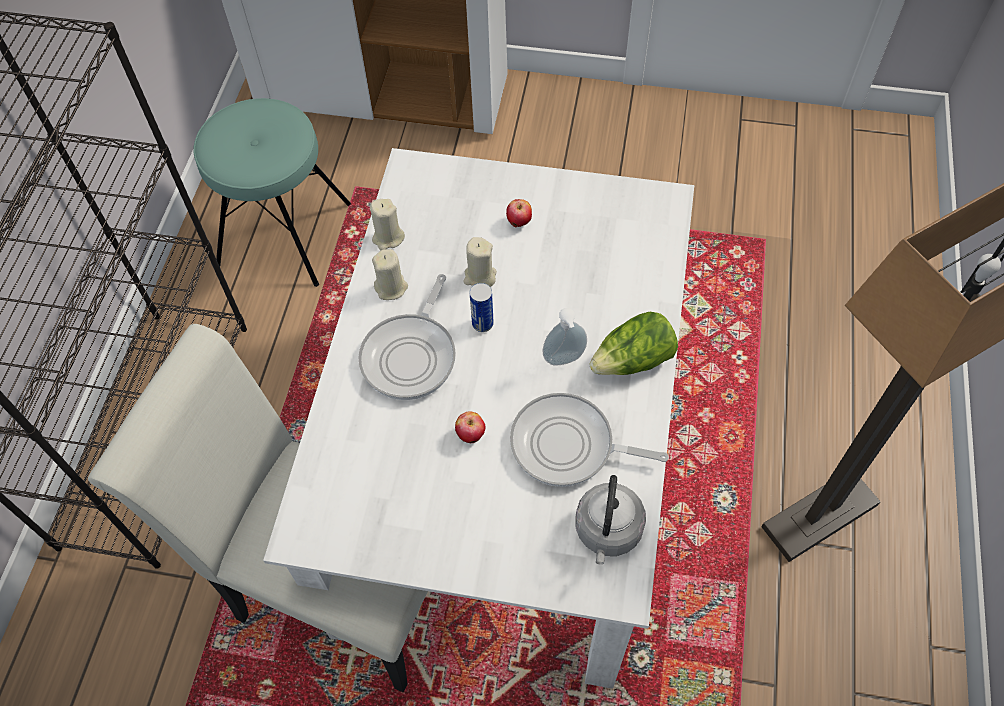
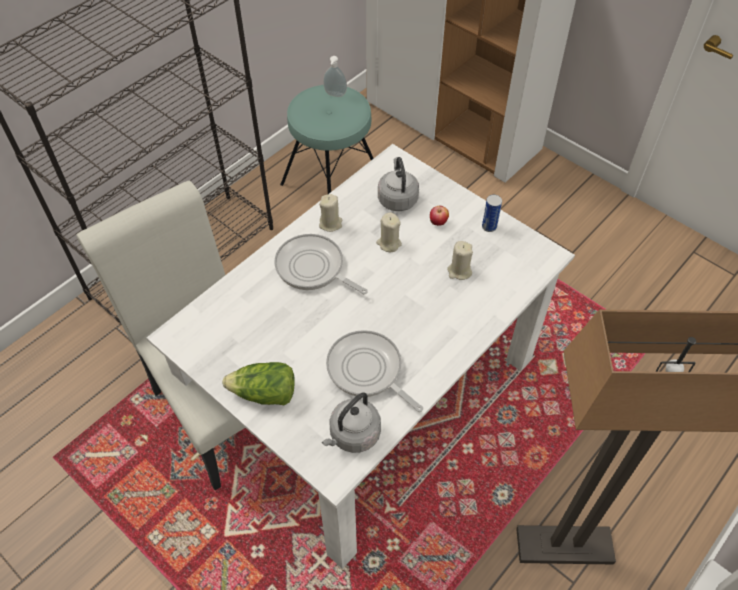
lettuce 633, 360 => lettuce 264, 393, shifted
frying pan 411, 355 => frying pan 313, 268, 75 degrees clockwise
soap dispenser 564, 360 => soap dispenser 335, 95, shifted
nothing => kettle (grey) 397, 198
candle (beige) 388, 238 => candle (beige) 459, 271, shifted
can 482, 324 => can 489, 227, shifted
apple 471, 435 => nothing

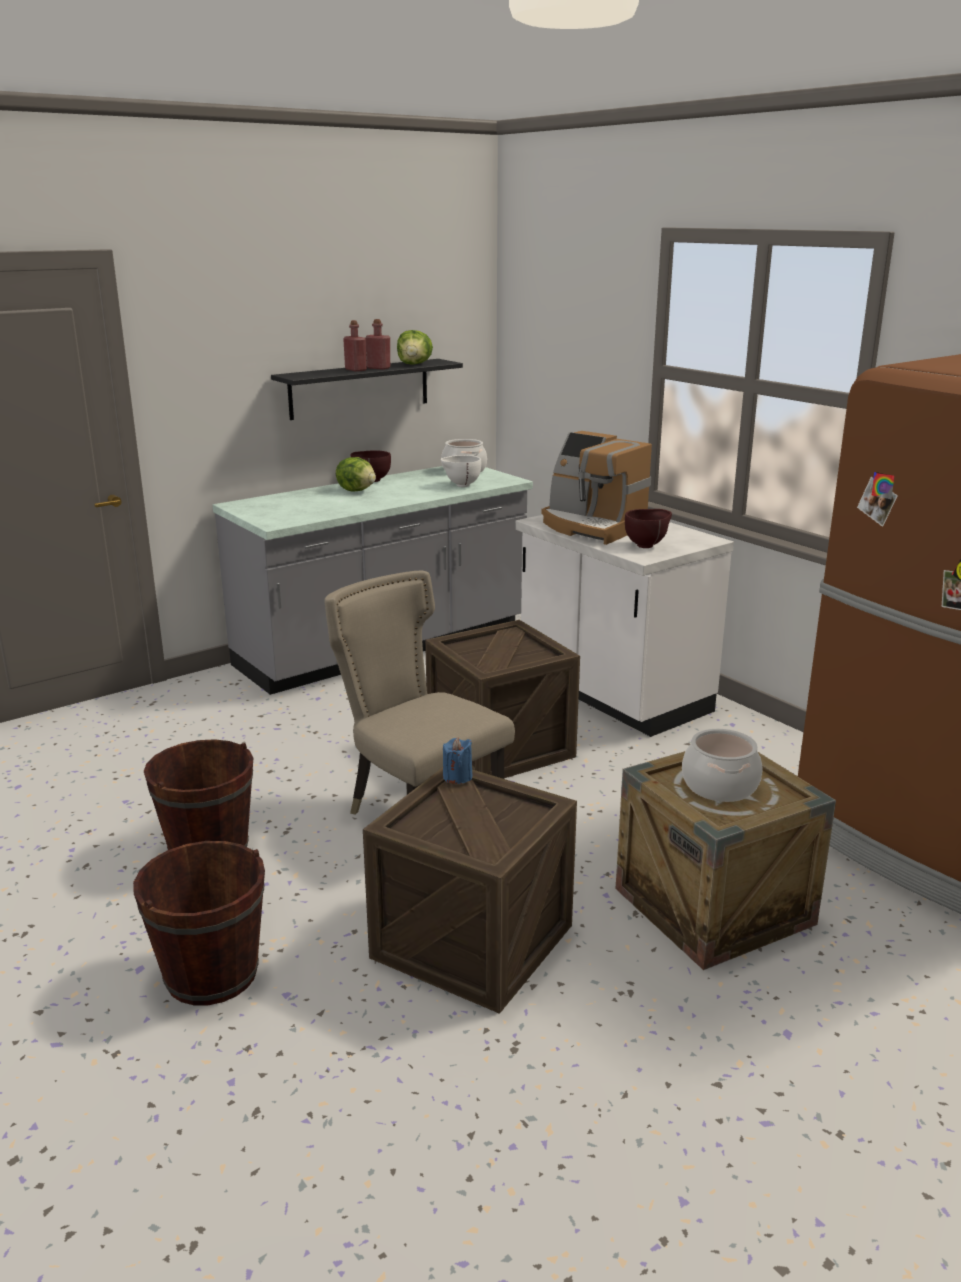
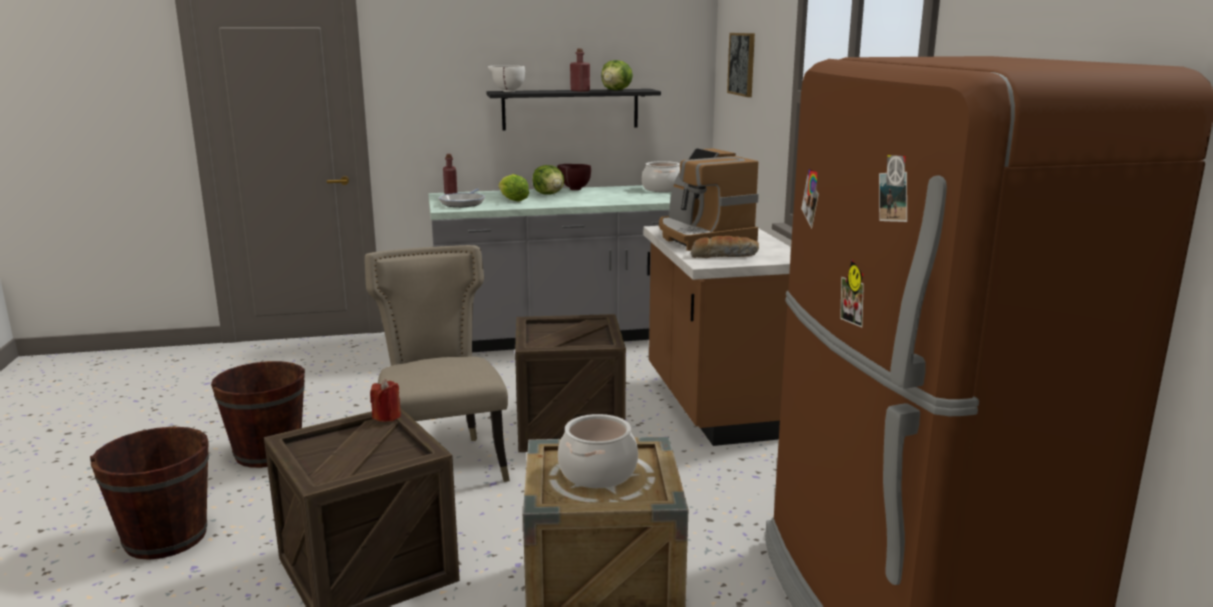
candle (blue) 457, 777 => candle (red) 387, 416
nothing => frying pan 463, 203
bottle (red) 356, 370 => bottle (red) 450, 194, shifted
bowl (white) 461, 485 => bowl (white) 507, 91, shifted
nothing => lettuce 512, 200
counter (white) 612, 696 => counter (brown) 716, 406
bowl (brown) 647, 545 => bread 724, 255
nothing => picture 742, 64

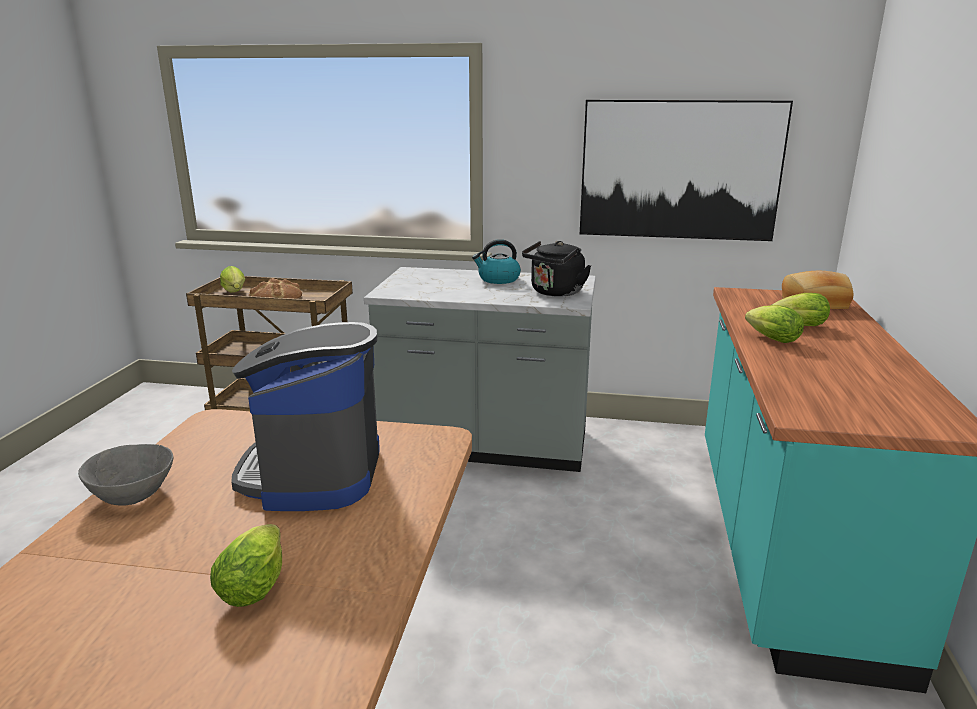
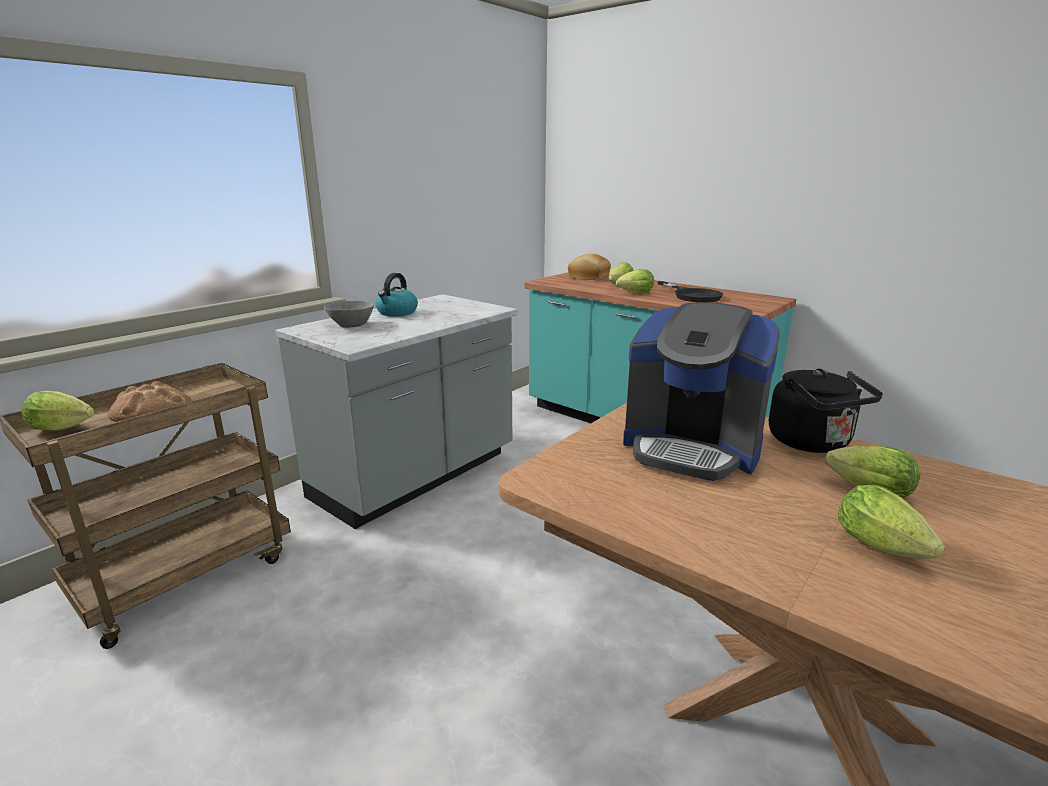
bowl (grey) 133, 495 => bowl (grey) 351, 325, shifted
nothing => frying pan (black) 692, 296
kettle (black) 555, 293 => kettle (black) 813, 443, shifted
nothing => lettuce 885, 549
picture 679, 170 => nothing

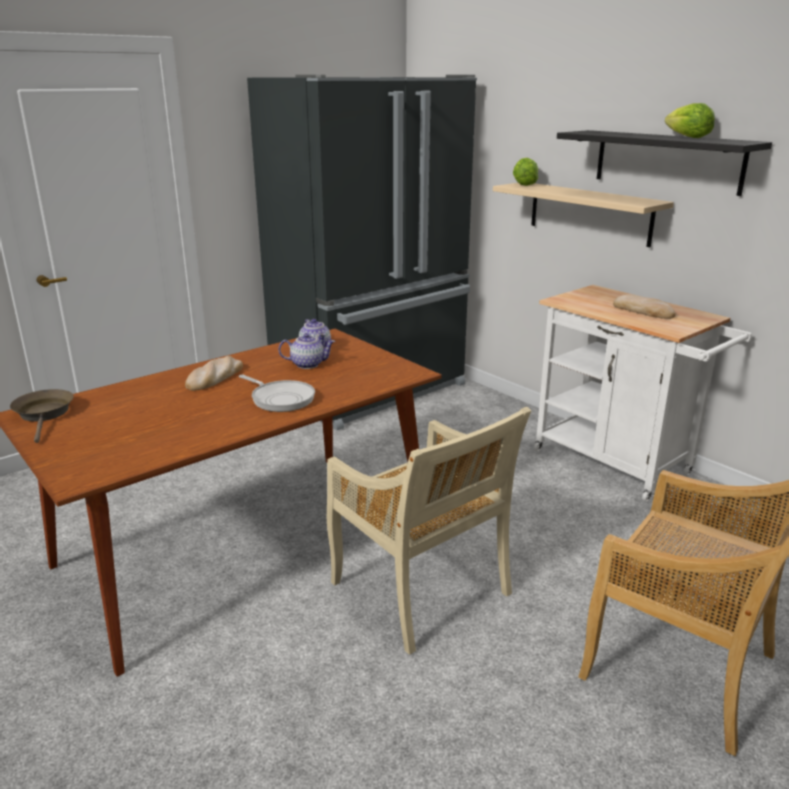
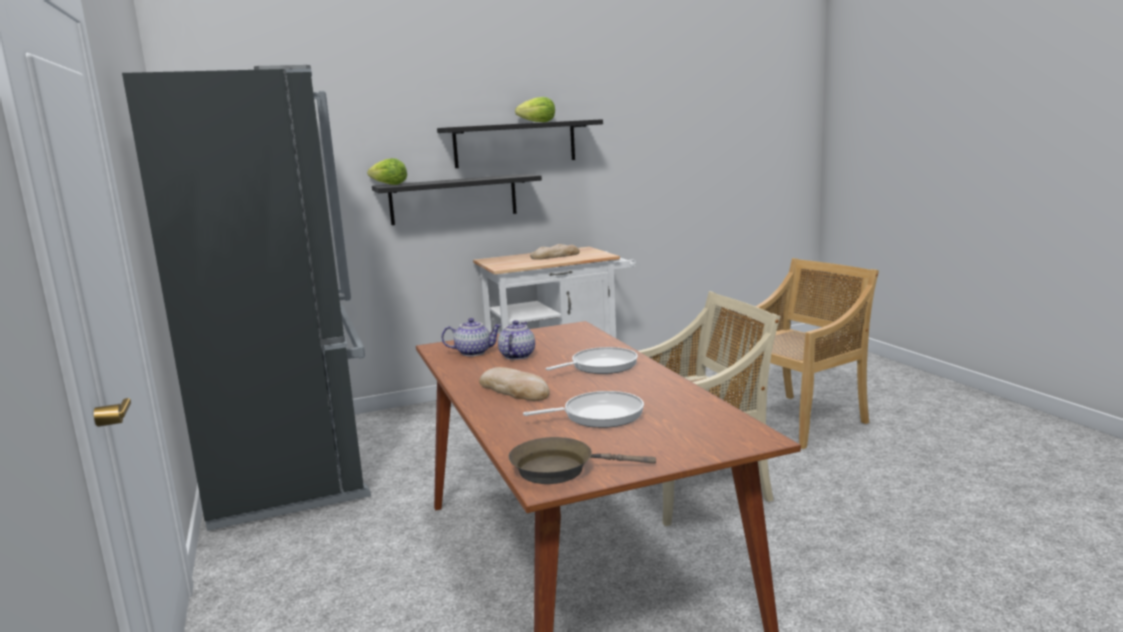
shelf (beige) 589, 213 => shelf (black) 453, 199
nothing => frying pan 598, 415

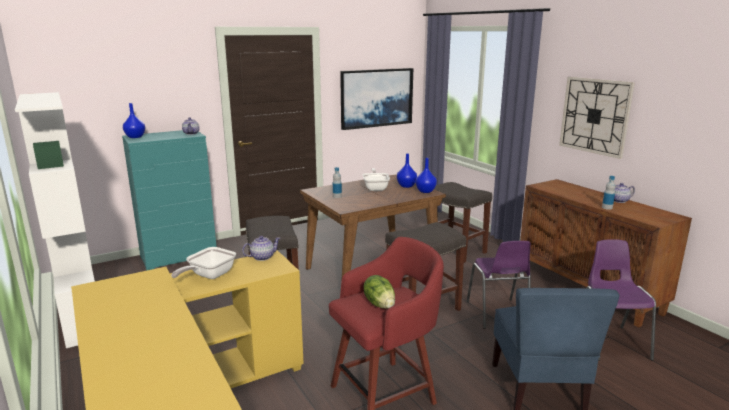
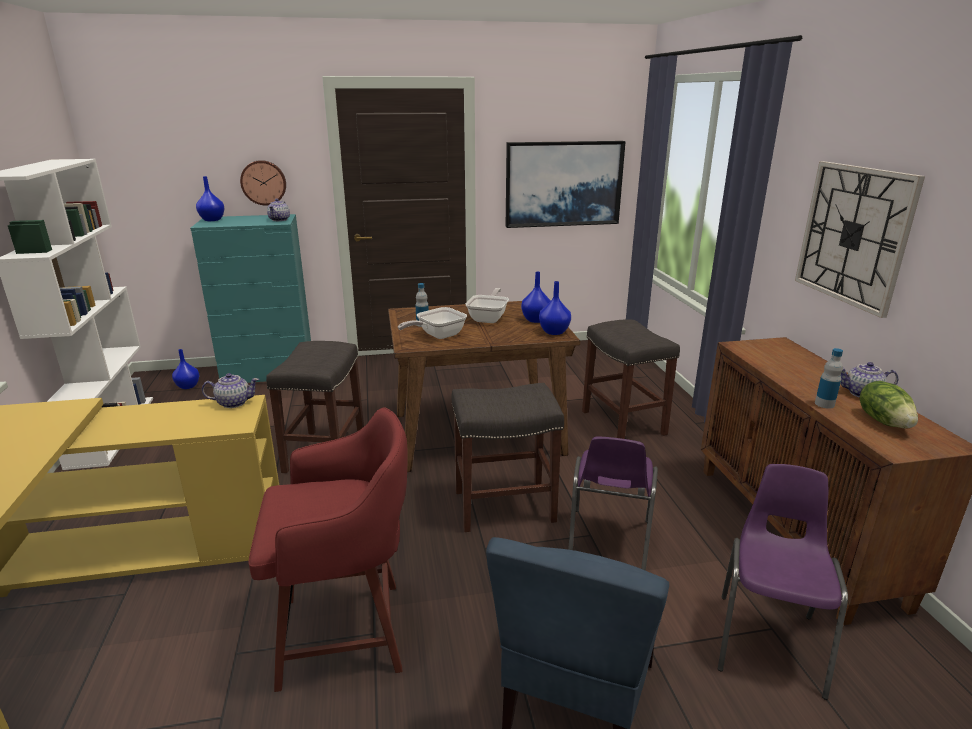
nothing => vase (blue) 188, 386
nothing => wall clock 263, 182
frying pan 208, 276 => frying pan 437, 336, shifted
lettuce 380, 304 => lettuce 884, 421, shifted

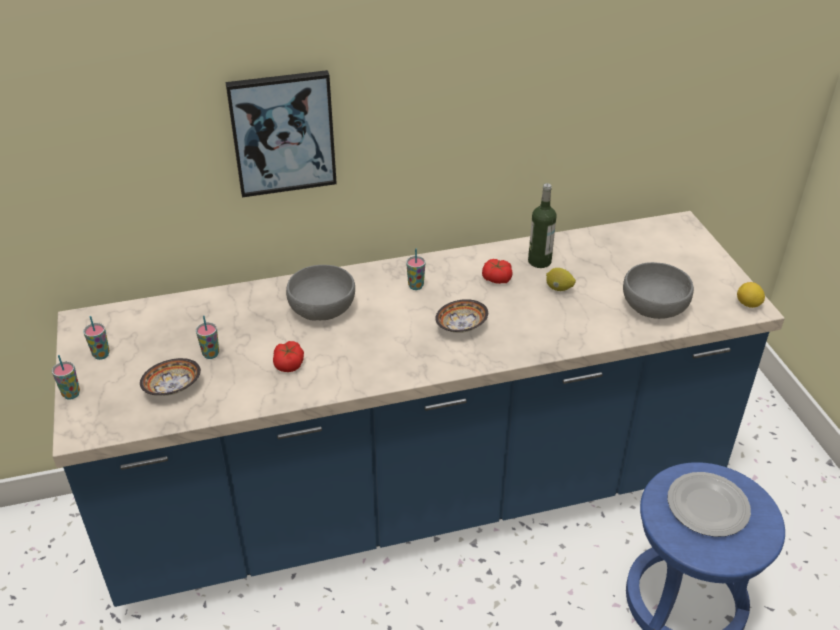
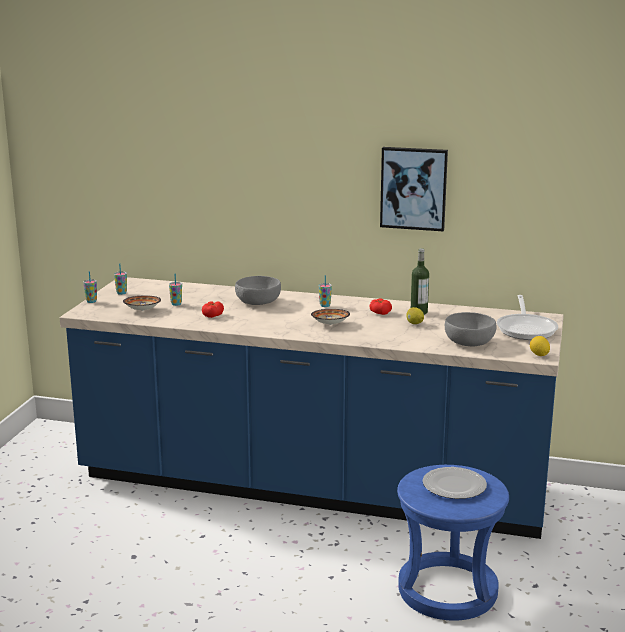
picture 282, 133 => picture 413, 188, shifted
nothing => frying pan 526, 329

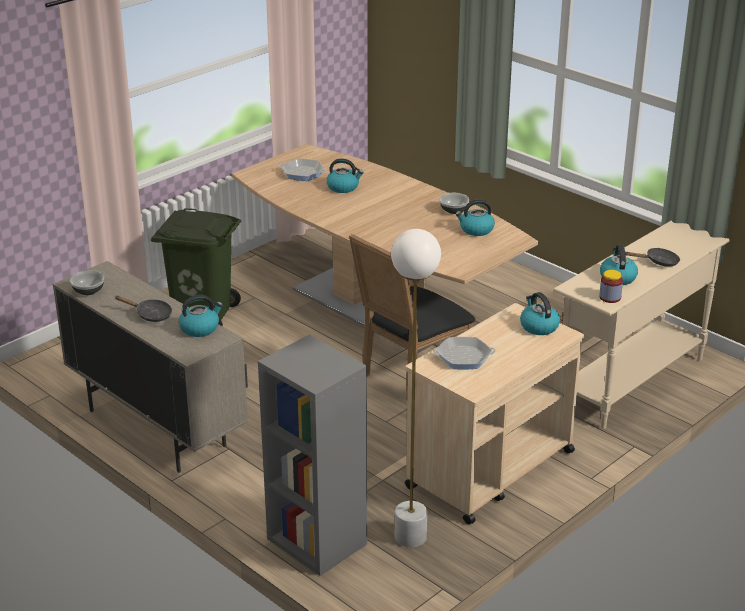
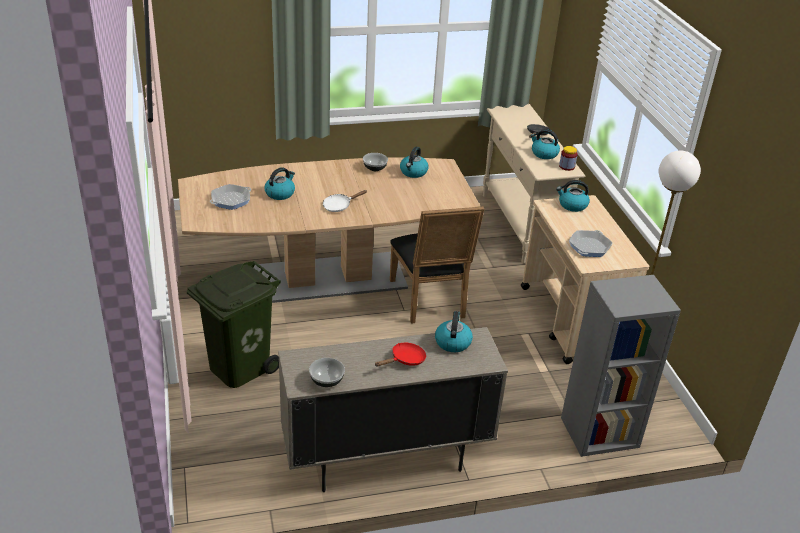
nothing => frying pan (white) 339, 206
frying pan (black) 150, 315 => frying pan (red) 405, 360

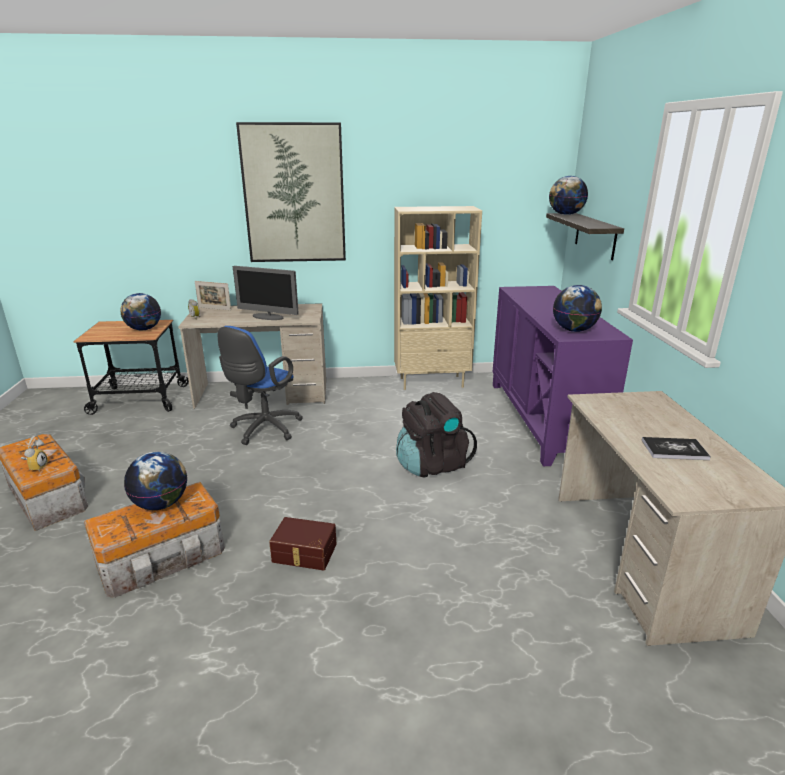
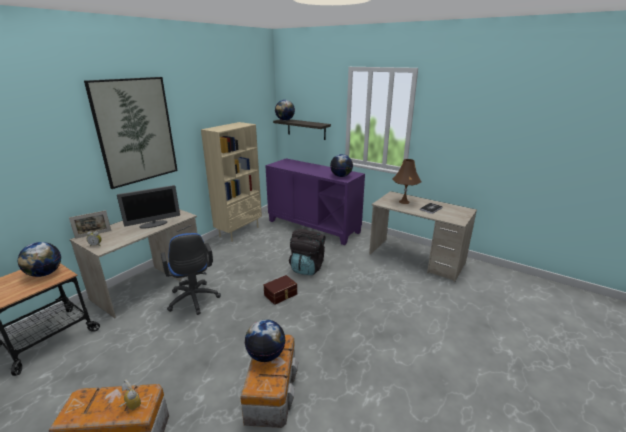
storage box (brown) 304, 554 => storage box (brown) 281, 294, shifted
nothing => table lamp (brown) 404, 202

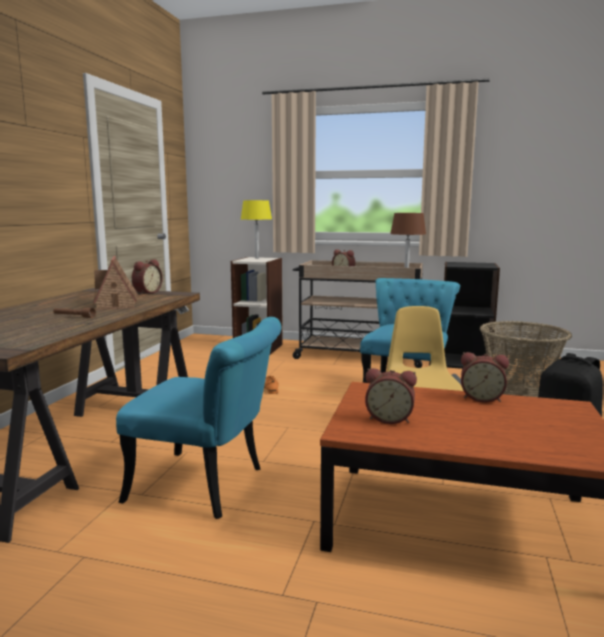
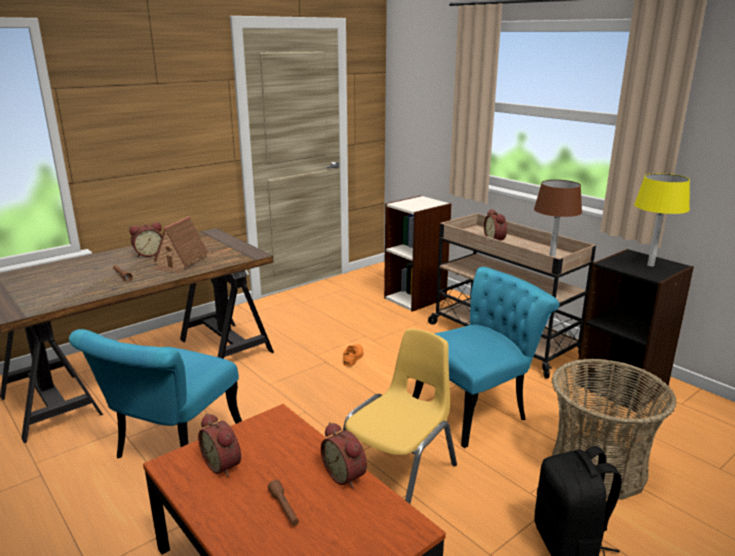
chair (turquoise) 209, 486 => chair (turquoise) 172, 450, 60 degrees clockwise
alarm clock 146, 292 => alarm clock 148, 254, shifted
nothing => flashlight (brown) 284, 508
table lamp (yellow) 257, 258 => table lamp (yellow) 650, 265, shifted

